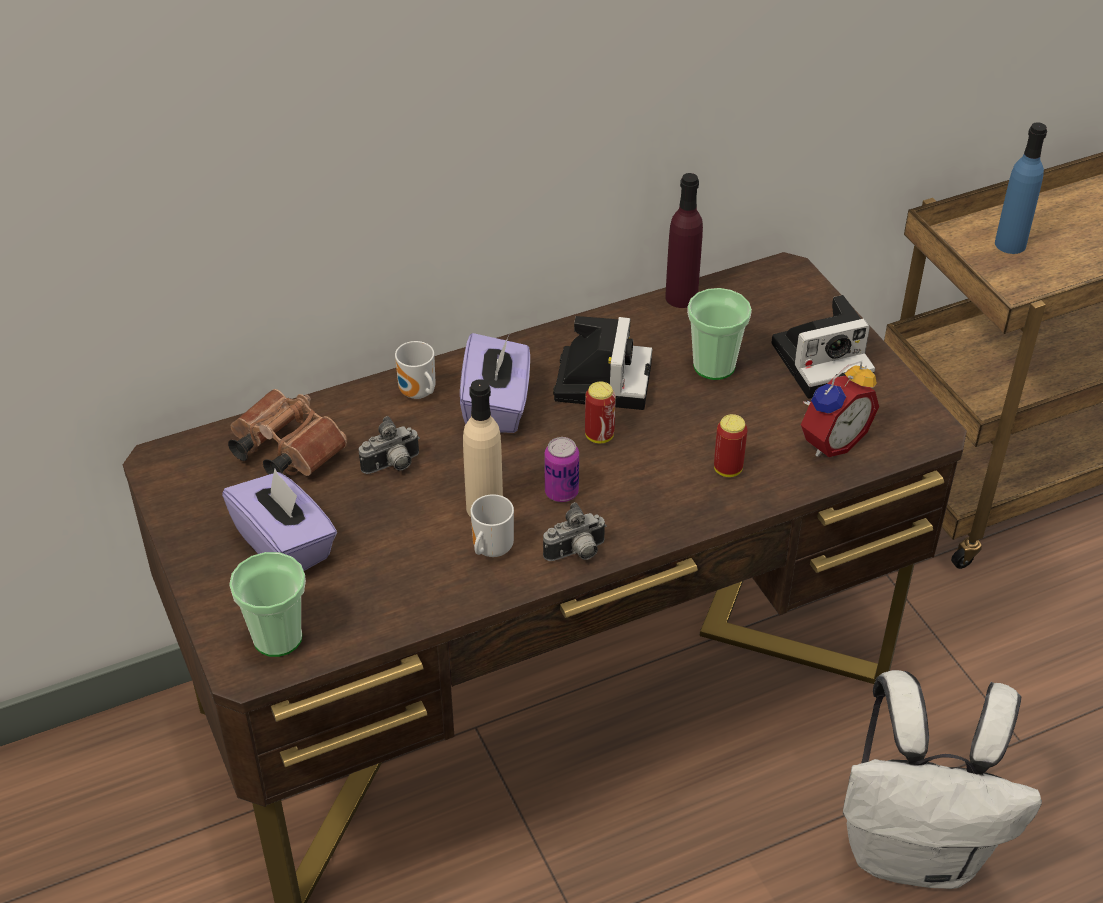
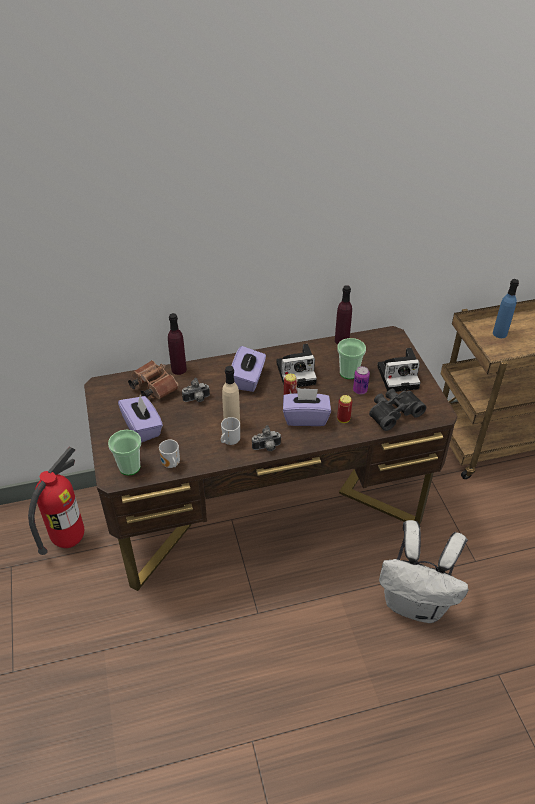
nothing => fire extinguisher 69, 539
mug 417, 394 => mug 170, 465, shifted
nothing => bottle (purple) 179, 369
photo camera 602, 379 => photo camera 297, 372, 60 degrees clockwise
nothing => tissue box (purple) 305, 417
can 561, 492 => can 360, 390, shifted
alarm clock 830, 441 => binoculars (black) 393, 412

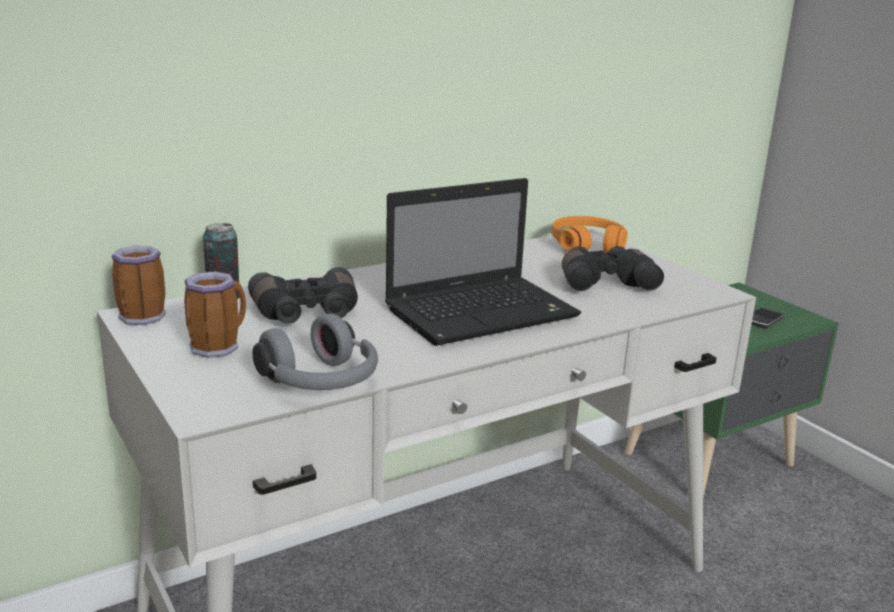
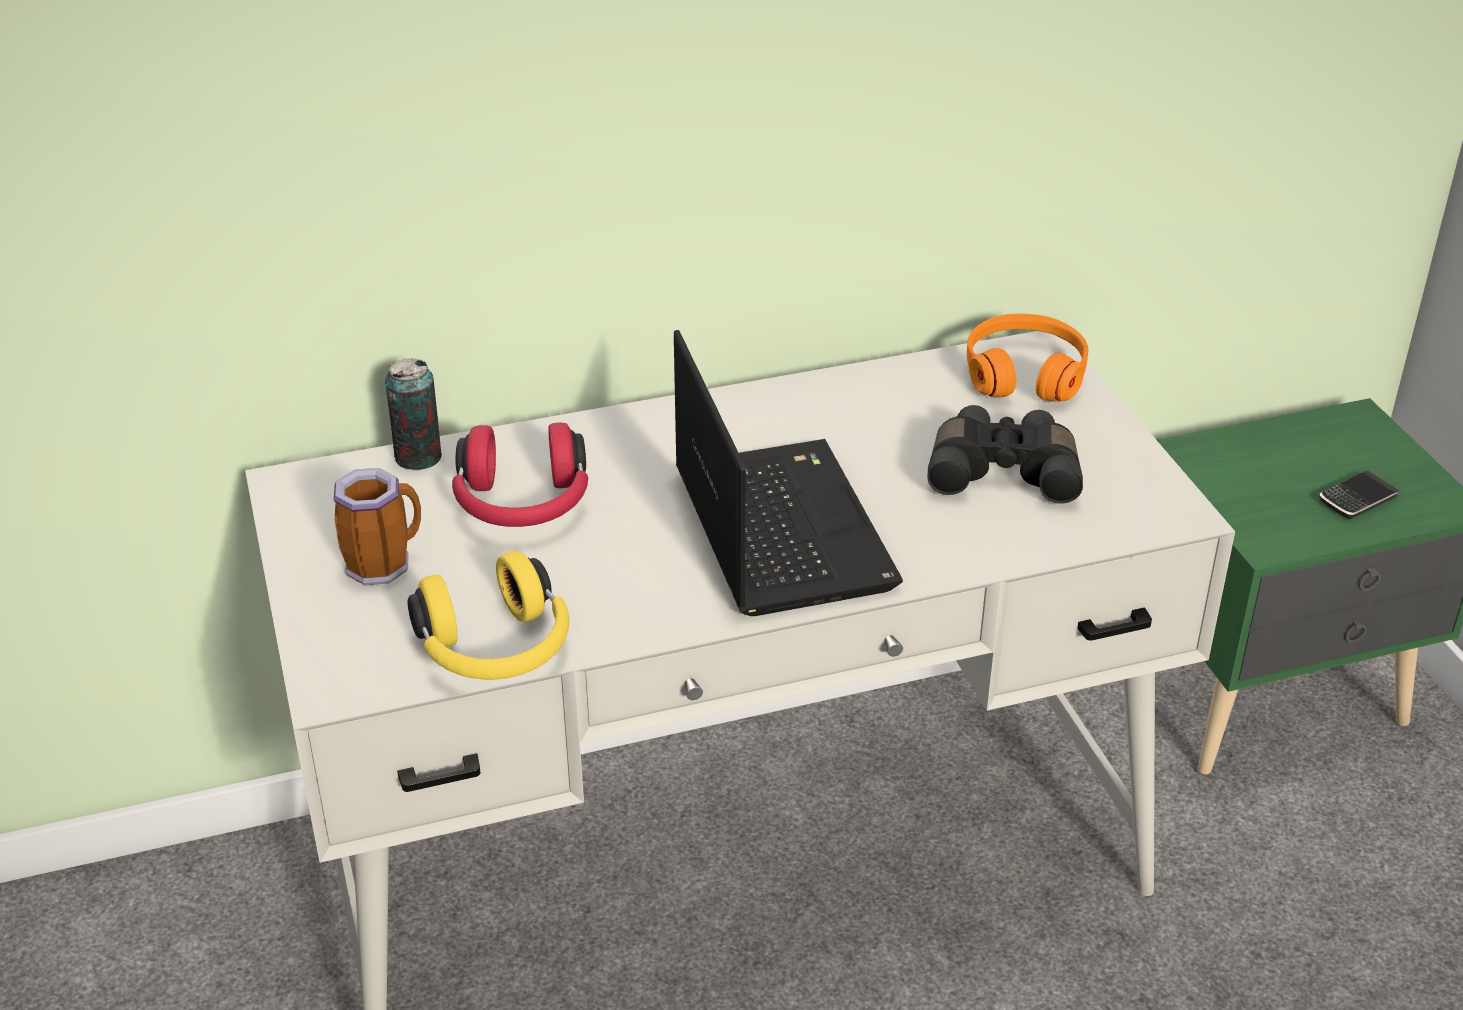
headphones (grey) 321, 382 => headphones (yellow) 496, 650
binoculars (black) 307, 313 => headphones (red) 522, 505
laptop 484, 312 => laptop 778, 527, 90 degrees counterclockwise
mug 140, 316 => nothing

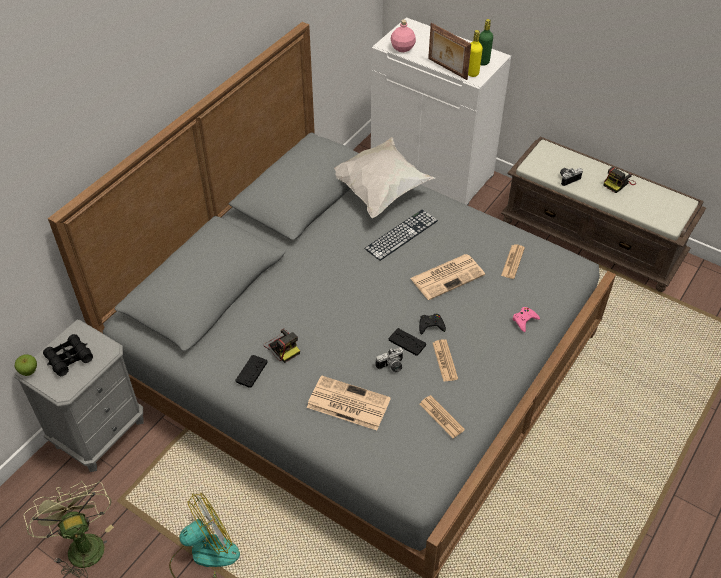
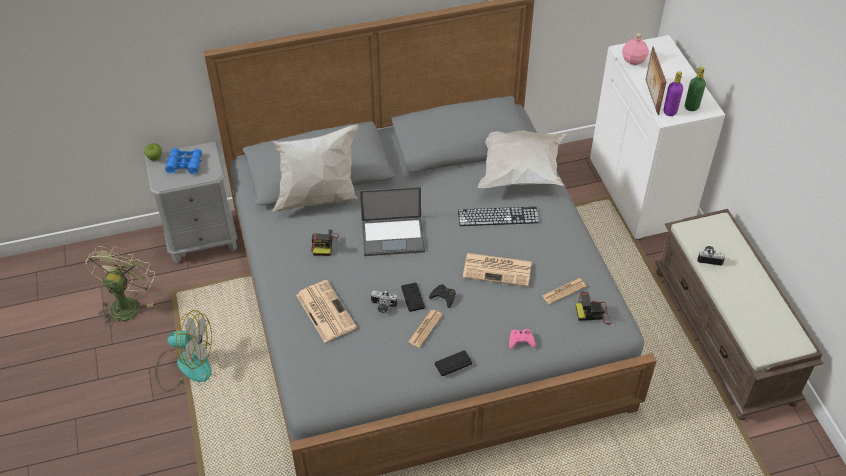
binoculars (black) 69, 358 => binoculars (blue) 184, 164
nothing => pillow (white) 318, 199
nothing => laptop 394, 236
game controller (black) 251, 371 => game controller (black) 453, 363, shifted
photo camera 618, 183 => photo camera 593, 313, shifted
bottle (yellow) 472, 73 => bottle (purple) 670, 112
newspaper 441, 417 => nothing

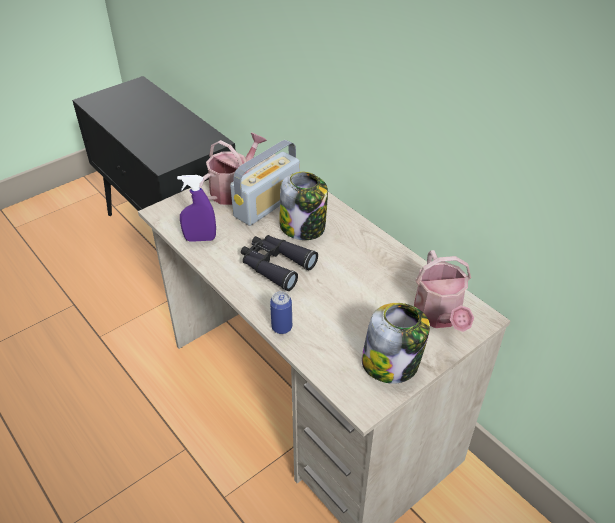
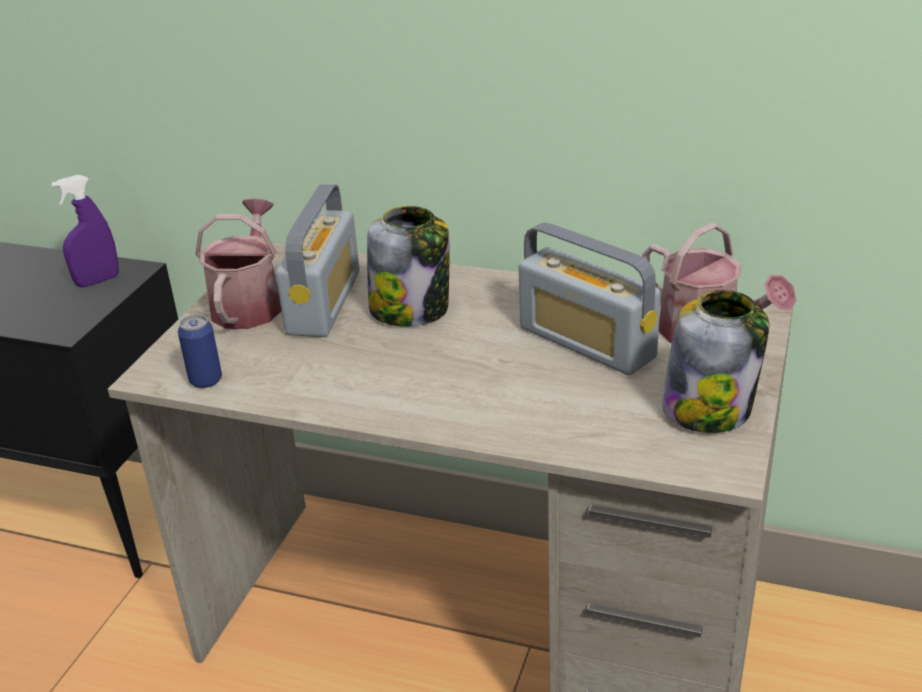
spray bottle (purple) 200, 239 => spray bottle (purple) 98, 281, shifted
can 282, 327 => can 206, 380, shifted
nothing => radio 587, 342
binoculars (black) 275, 266 => nothing

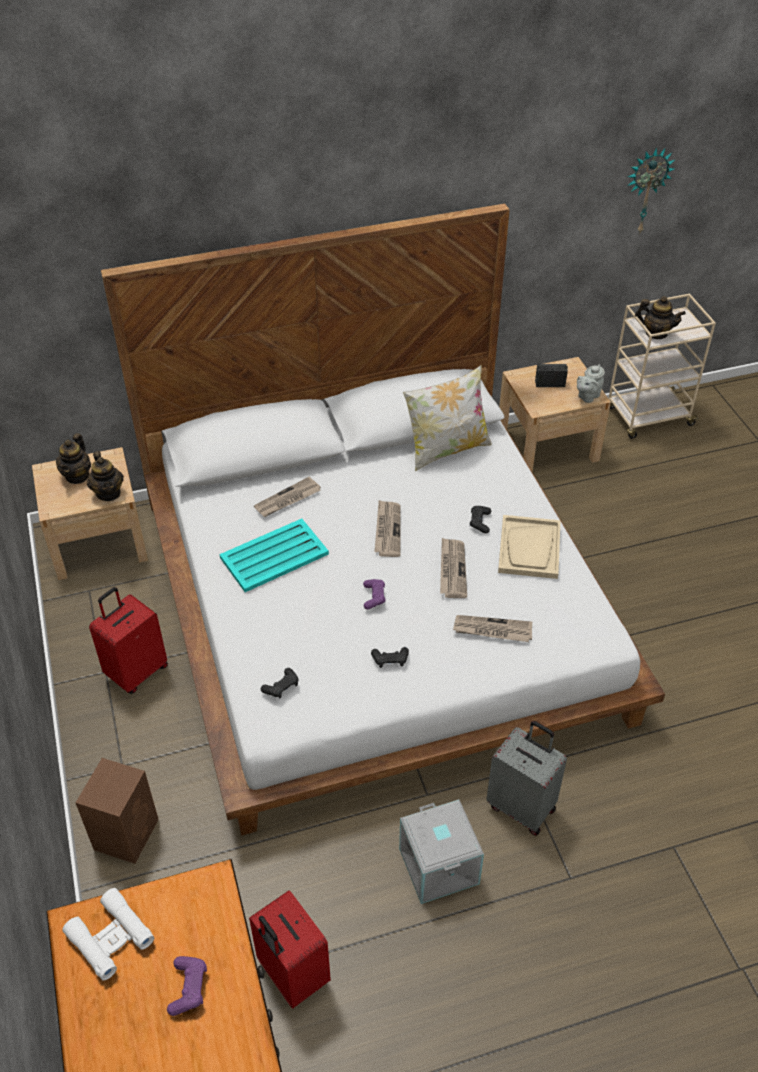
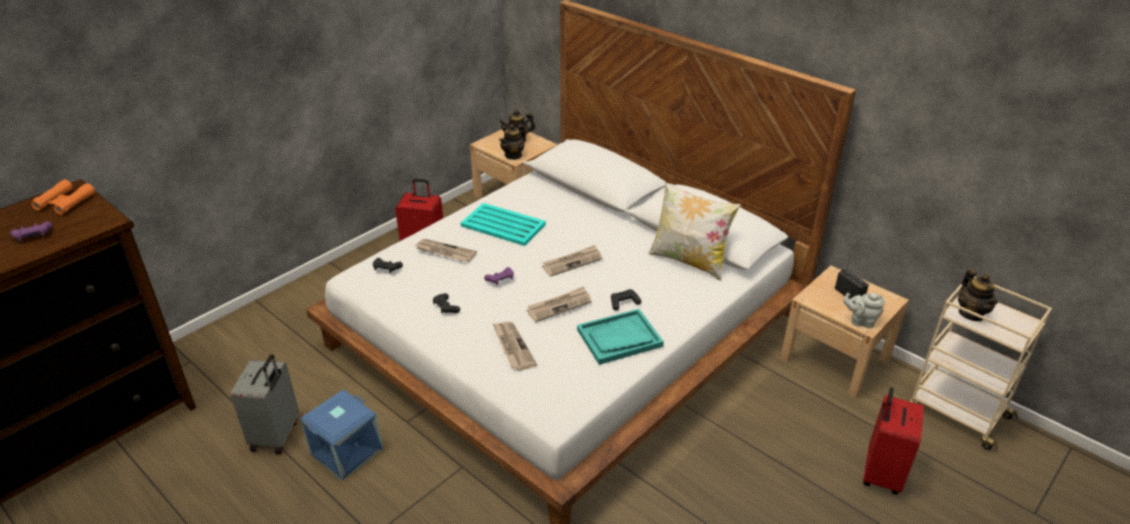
binoculars (white) 110, 937 => binoculars (orange) 65, 202
suitcase (grey) 522, 806 => suitcase (grey) 276, 435, shifted
storage box (grey) 440, 866 => storage box (blue) 347, 452
newspaper 287, 500 => newspaper 445, 252, shifted
tray (beige) 529, 548 => tray (turquoise) 619, 338
suitcase (red) 291, 974 => suitcase (red) 880, 474, shifted
speaker (brown) 127, 833 => nothing
wall clock 645, 190 => nothing

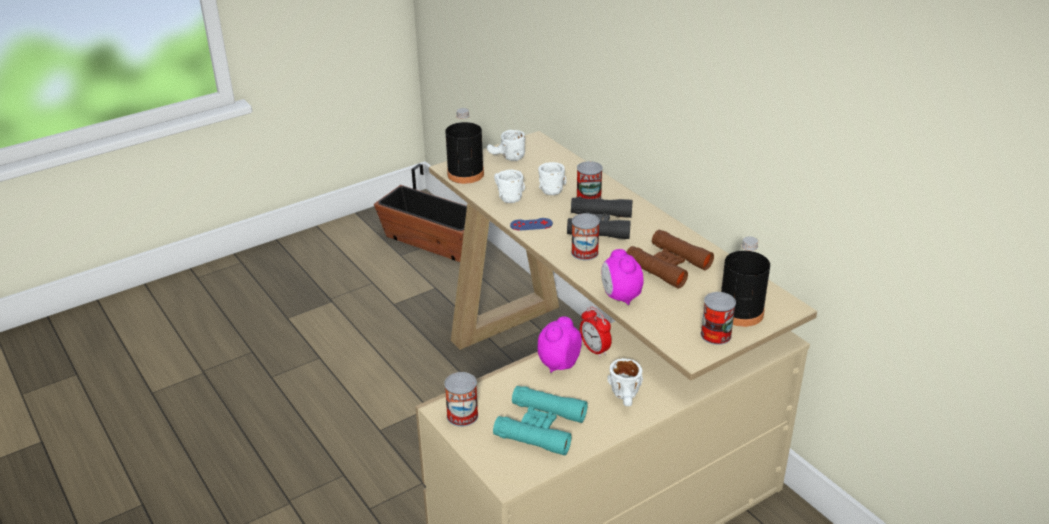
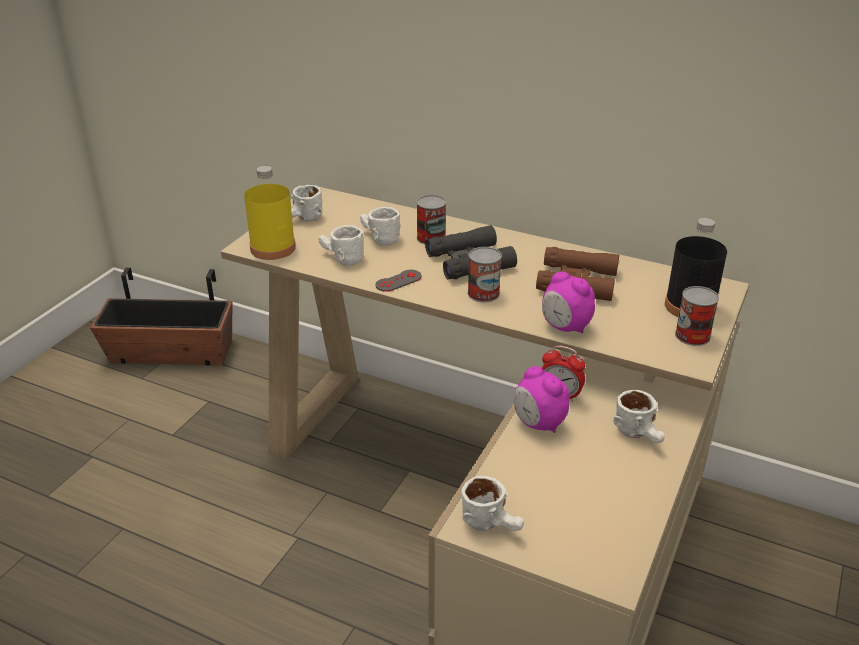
bottle (black) 465, 174 => bottle (yellow) 273, 248
game controller (blue) 531, 224 => game controller (grey) 398, 281
can 462, 415 => mug (white) 493, 524
alarm clock 558, 363 => alarm clock 538, 424, 45 degrees counterclockwise
binoculars (turquoise) 540, 427 => nothing

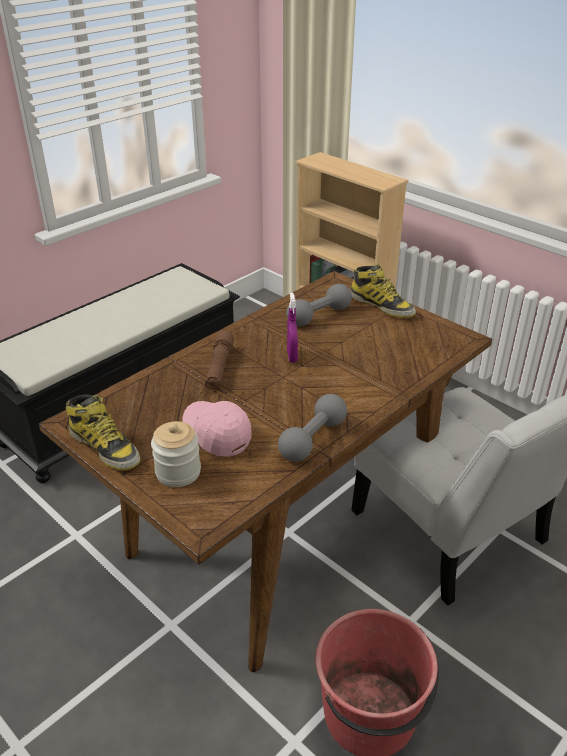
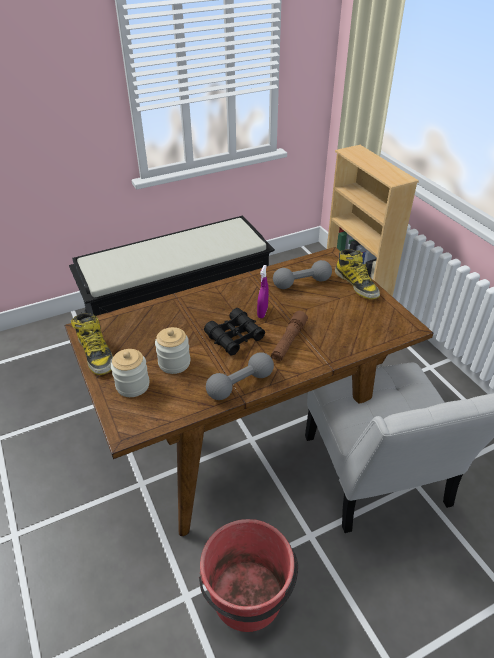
cap (pink) 216, 434 => jar 174, 363
nothing => binoculars (black) 235, 337
flashlight (brown) 219, 367 => flashlight (brown) 288, 341, shifted

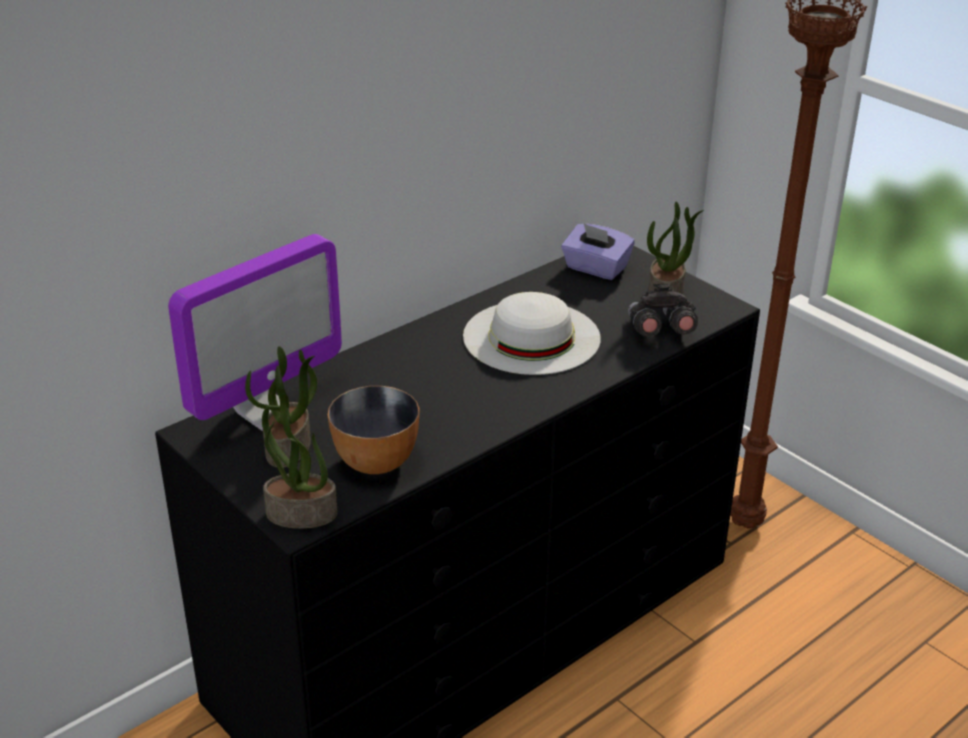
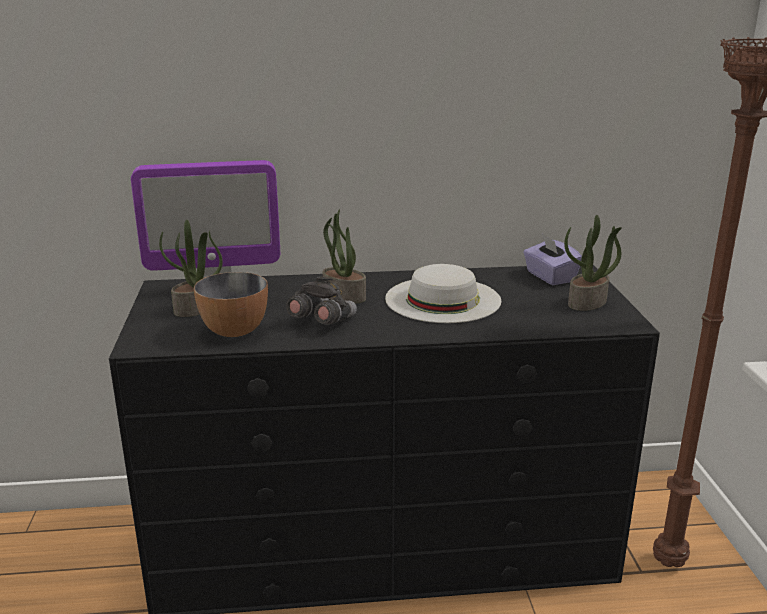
binoculars (grey) 659, 332 => binoculars (grey) 321, 321, shifted
potted plant 300, 515 => potted plant 343, 296, shifted

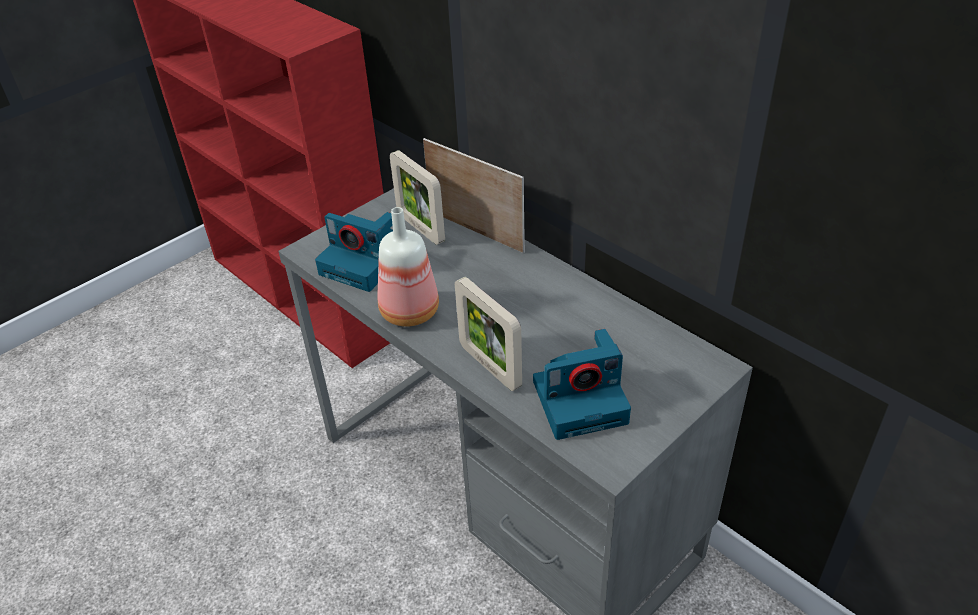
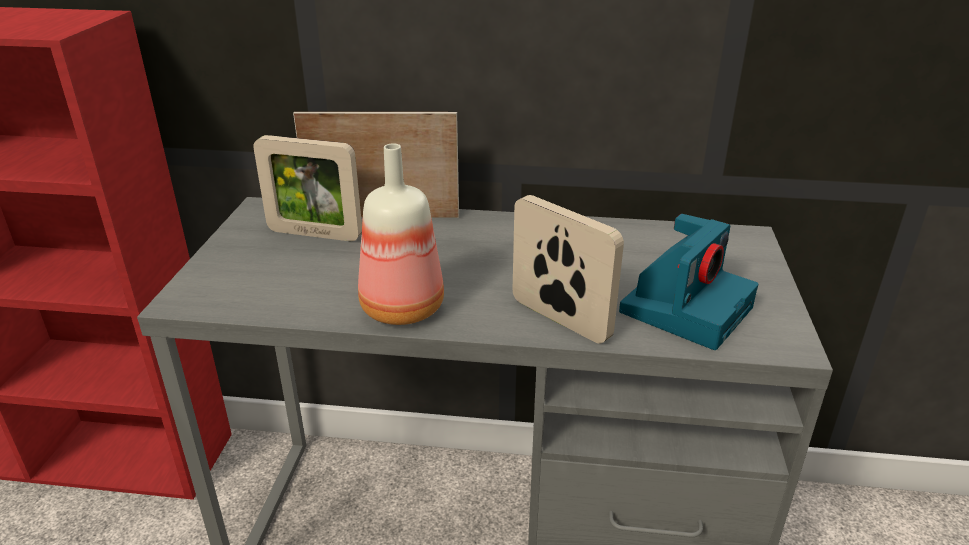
picture frame 490, 366 => picture frame 560, 319, 150 degrees counterclockwise
photo camera 365, 263 => nothing

